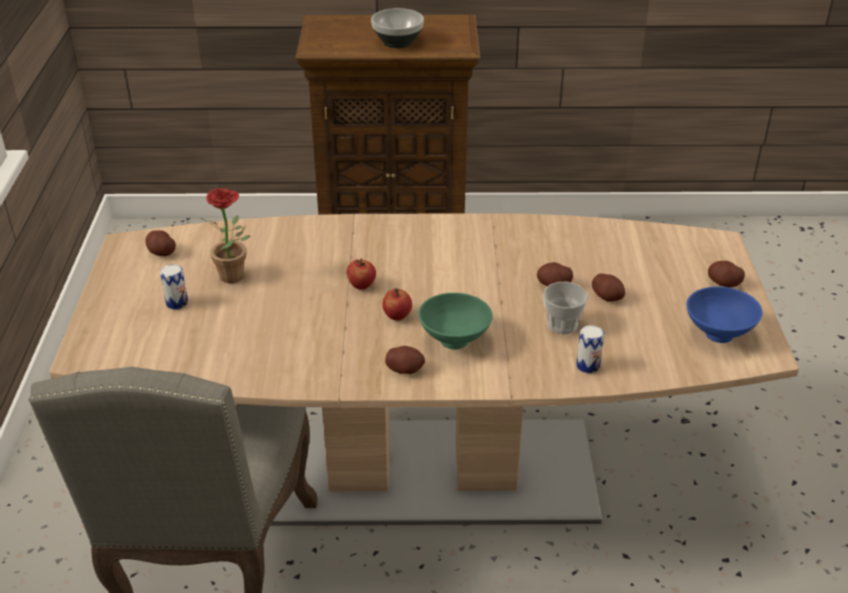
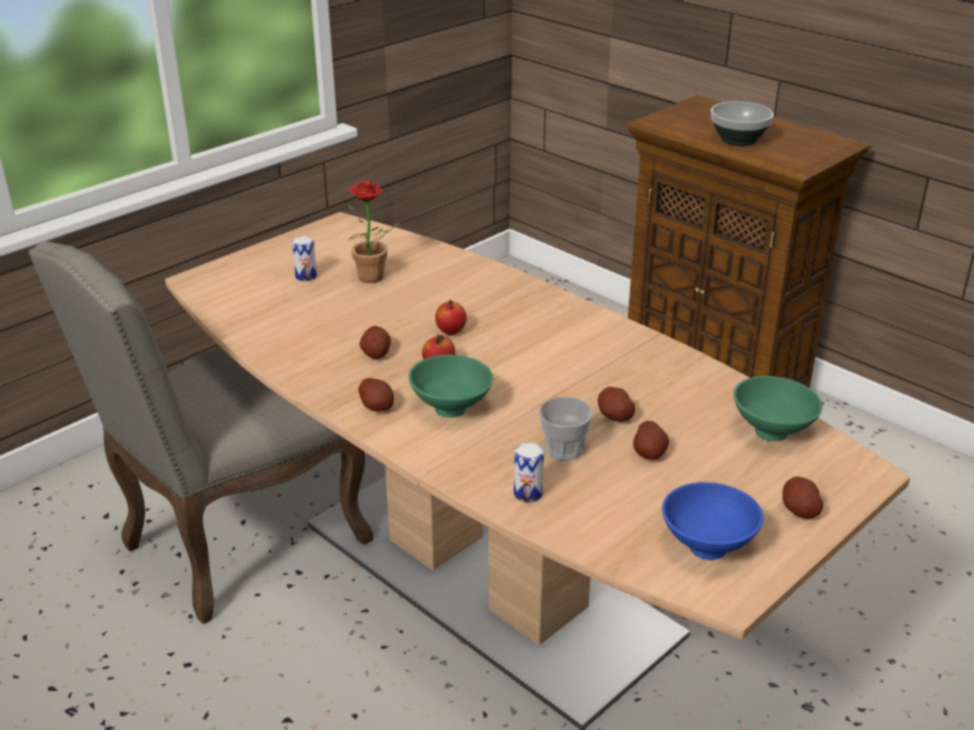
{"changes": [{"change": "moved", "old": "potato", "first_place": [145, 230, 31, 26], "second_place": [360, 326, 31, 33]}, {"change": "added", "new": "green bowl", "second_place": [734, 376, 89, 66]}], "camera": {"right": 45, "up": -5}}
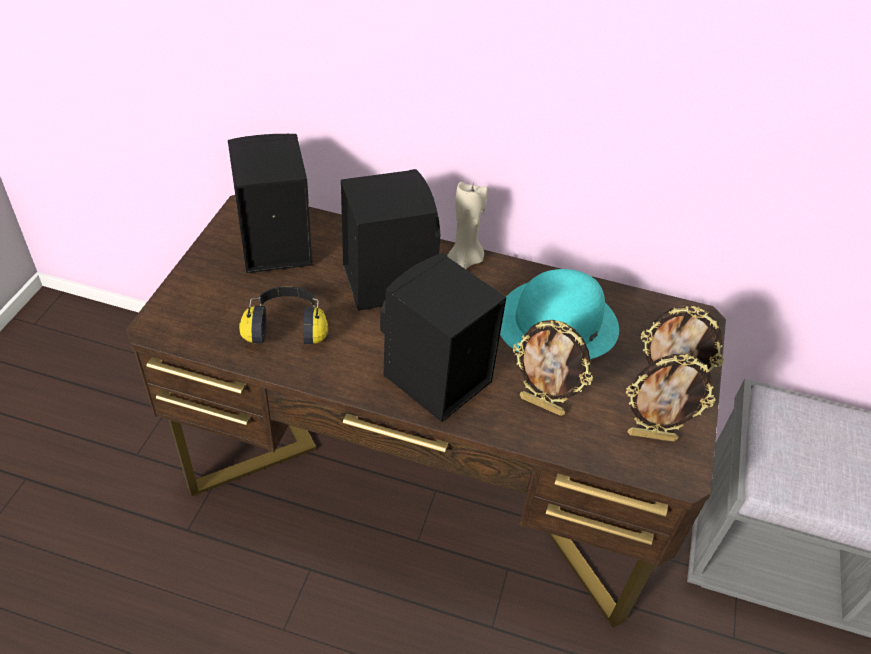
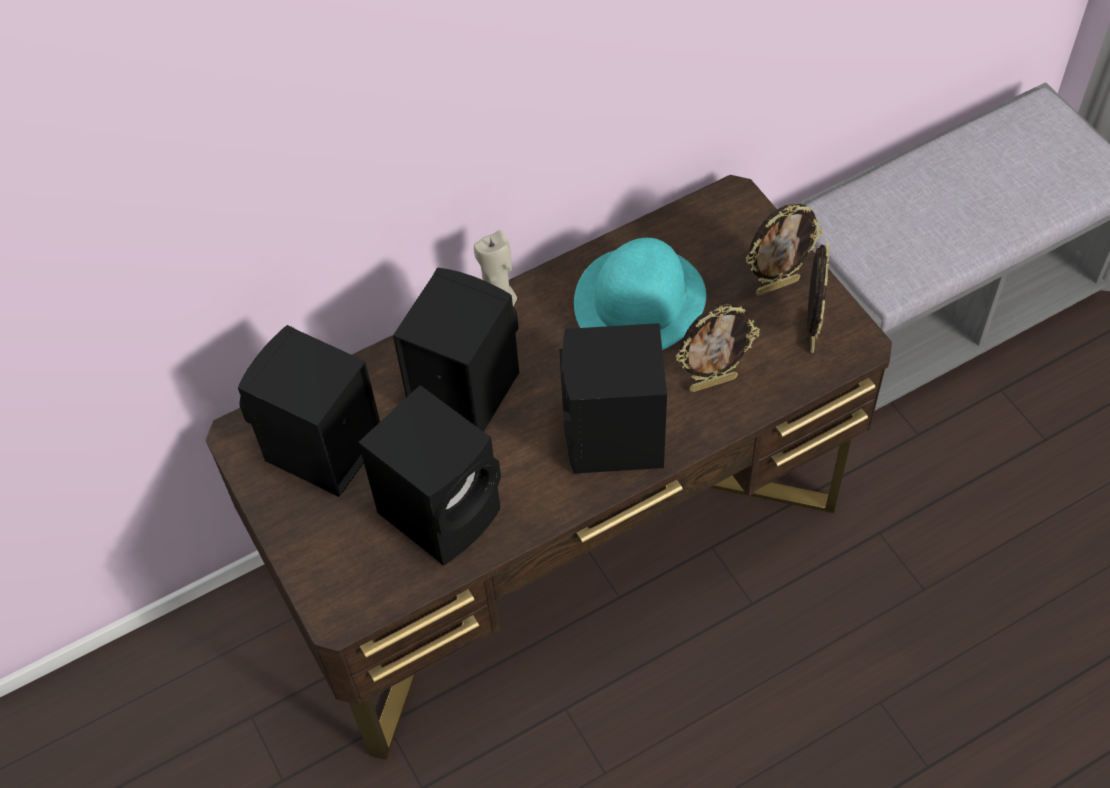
{"changes": [{"change": "replaced", "old": "headphones", "new": "black speaker", "first_place": [239, 287, 89, 57], "second_place": [358, 385, 143, 181]}, {"change": "turned", "old": "picture frame", "first_place": [626, 354, 90, 88], "second_place": [807, 243, 22, 110], "degrees": -45}], "camera": {"right": -40, "up": 10}}
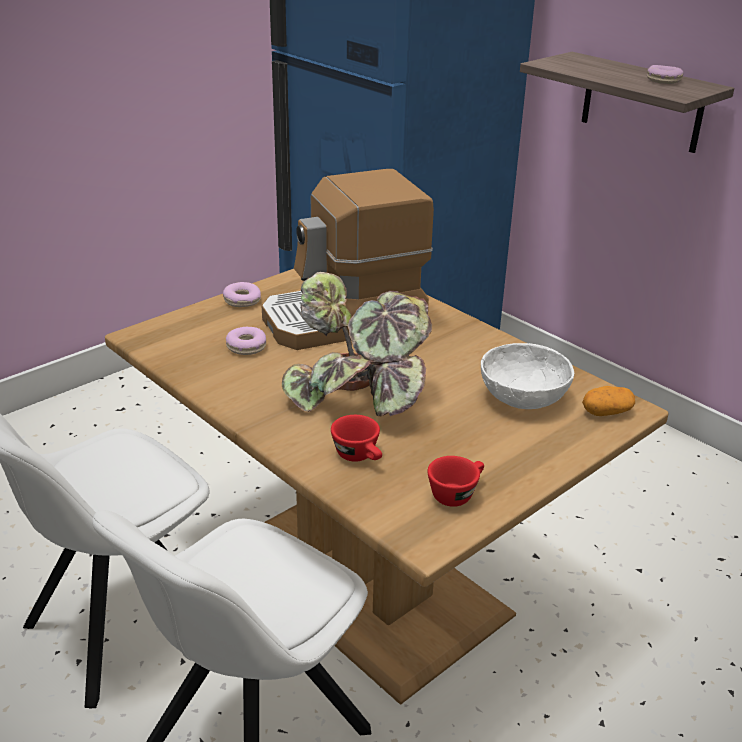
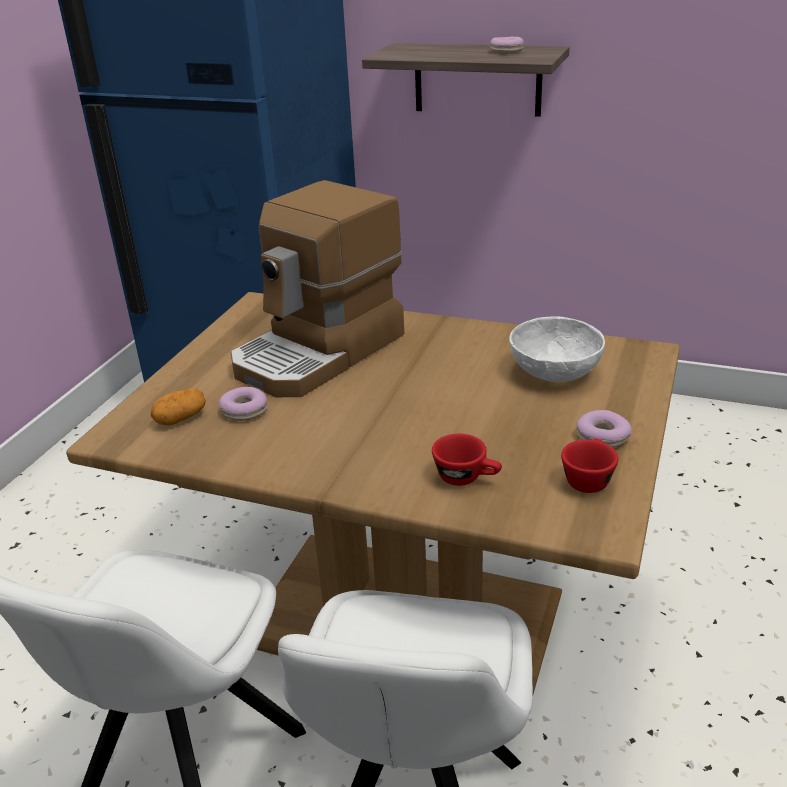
{"changes": [{"change": "moved", "old": "potato", "first_place": [582, 386, 53, 30], "second_place": [151, 388, 55, 38]}, {"change": "moved", "old": "donut", "first_place": [223, 282, 38, 25], "second_place": [577, 410, 55, 38]}, {"change": "removed", "old": "potted plant", "first_place": [282, 272, 150, 144]}], "camera": {"right": -25, "up": 0}}
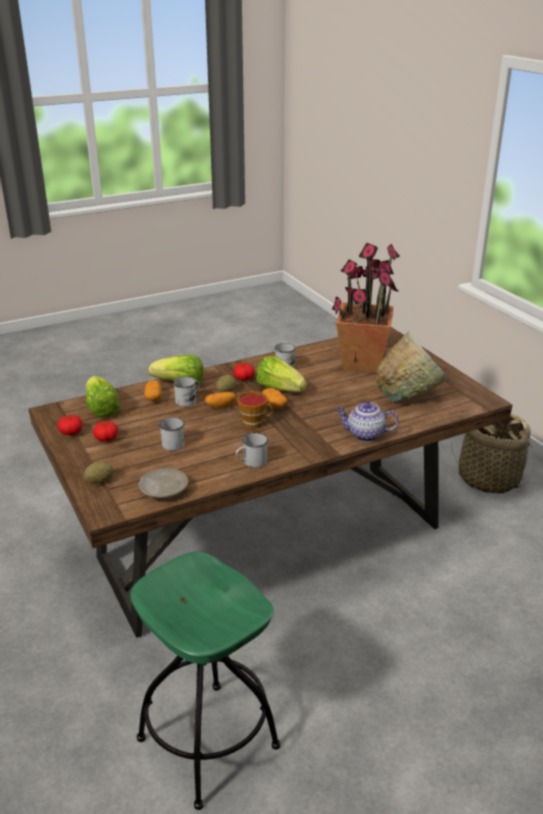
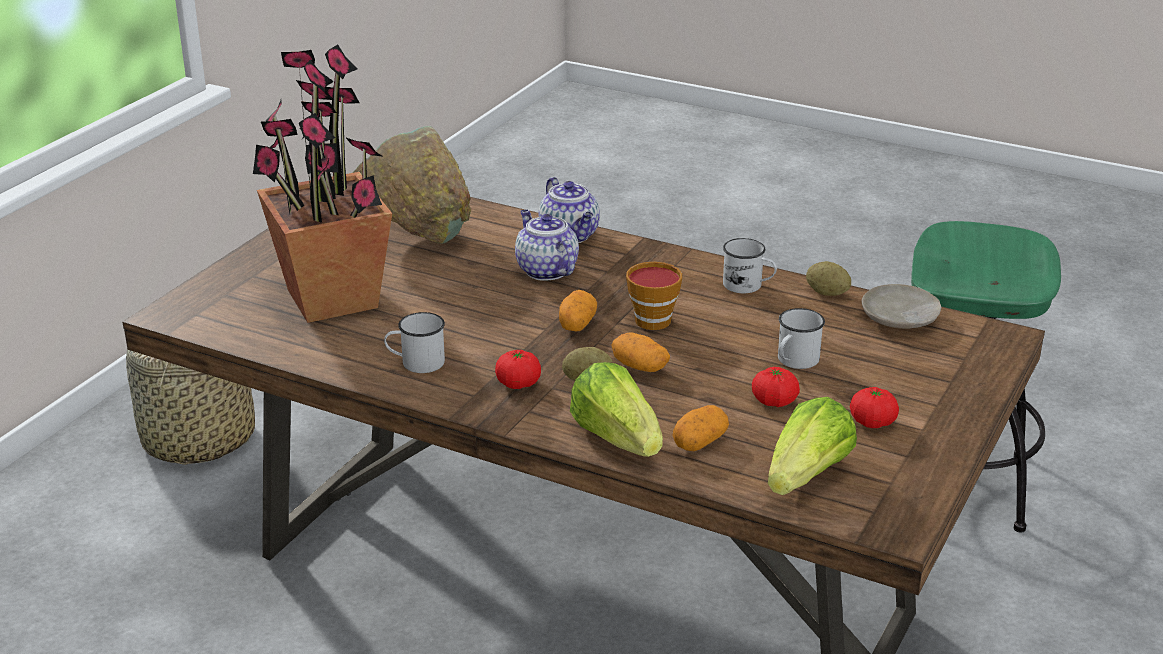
{"changes": [{"change": "added", "new": "teapot", "second_place": [515, 210, 64, 71]}, {"change": "moved", "old": "tomato", "first_place": [58, 415, 24, 20], "second_place": [752, 367, 48, 40]}, {"change": "moved", "old": "potato", "first_place": [84, 461, 30, 22], "second_place": [806, 261, 45, 35]}, {"change": "removed", "old": "white mug", "first_place": [173, 376, 27, 31]}, {"change": "removed", "old": "lettuce", "first_place": [256, 356, 51, 36]}], "camera": {"right": -125, "up": 0}}
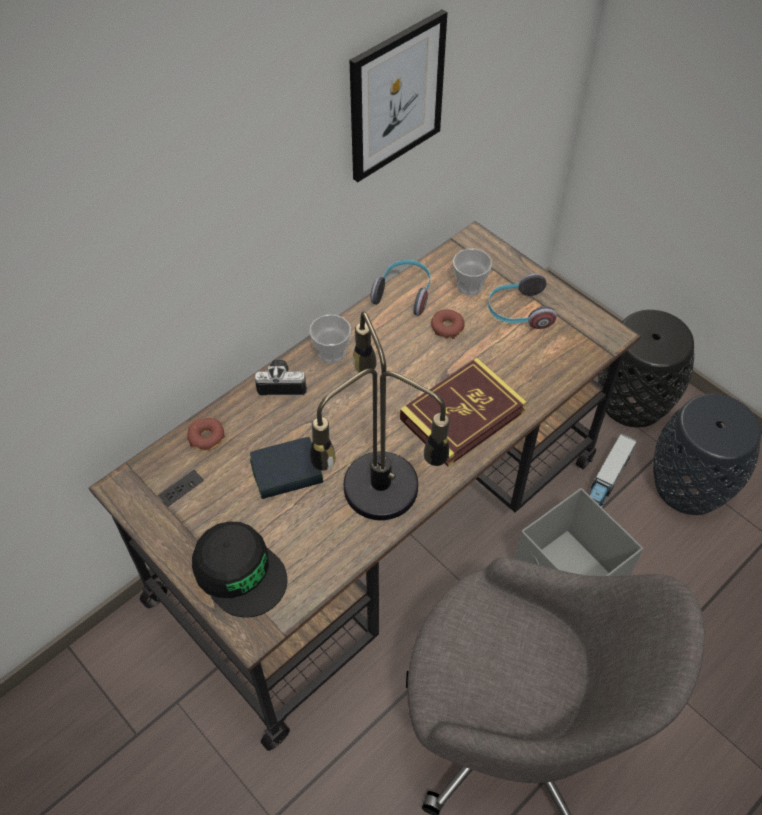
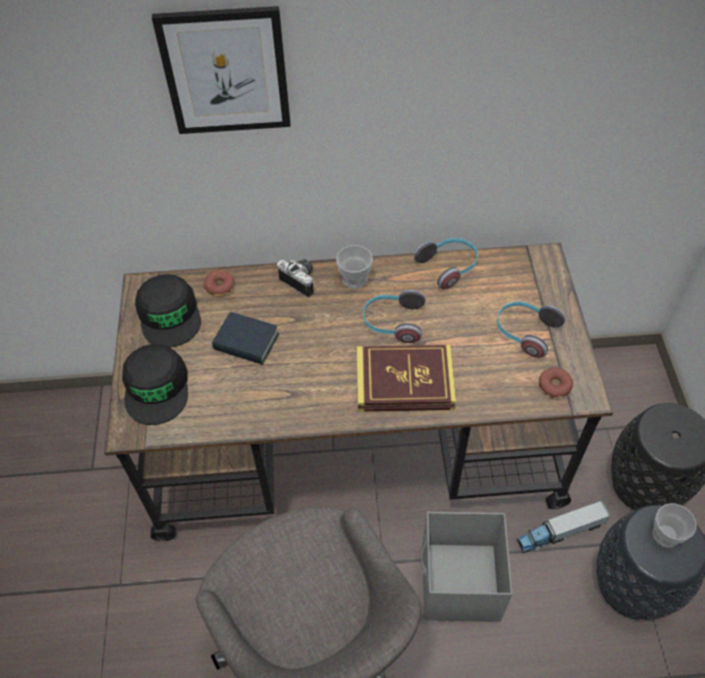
{"changes": [{"change": "added", "new": "black cap", "second_place": [135, 274, 66, 73]}, {"change": "moved", "old": "picture", "first_place": [349, 9, 98, 173], "second_place": [152, 6, 139, 128]}, {"change": "added", "new": "headphones", "second_place": [363, 290, 62, 53]}, {"change": "moved", "old": "donut", "first_place": [431, 309, 34, 30], "second_place": [539, 367, 34, 32]}, {"change": "moved", "old": "cup", "first_place": [453, 248, 39, 48], "second_place": [653, 503, 43, 45]}, {"change": "removed", "old": "table lamp", "first_place": [310, 311, 140, 209]}], "camera": {"right": 40, "up": 0}}
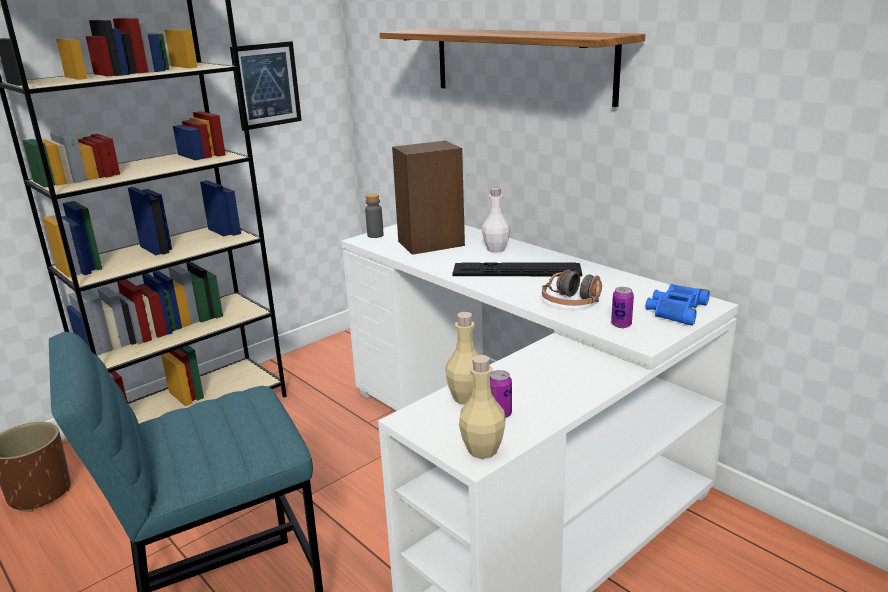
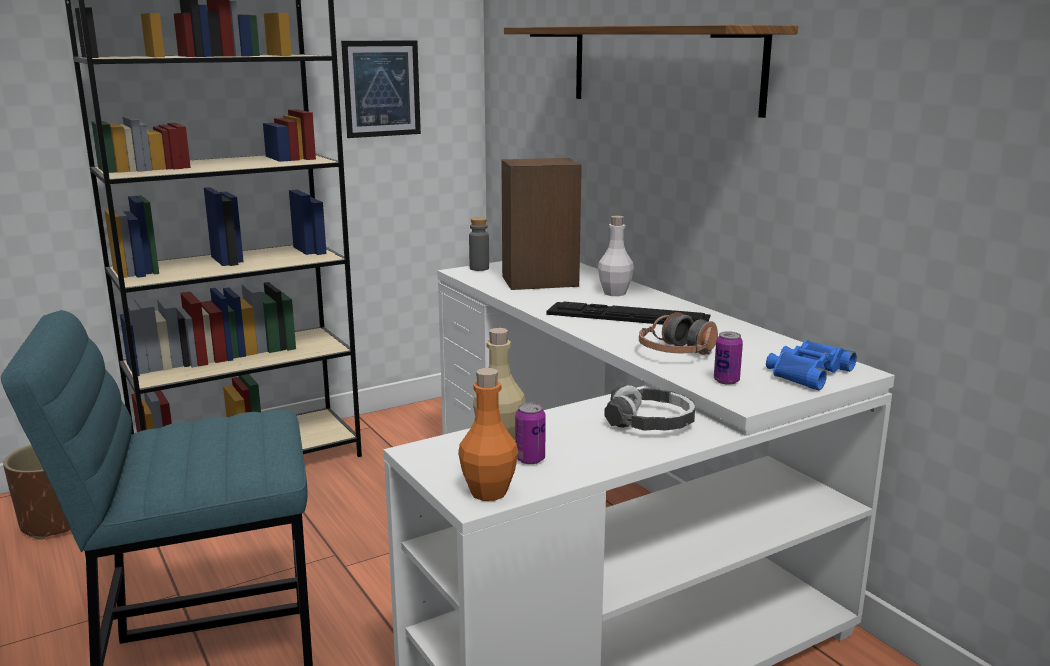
{"changes": [{"change": "recoloured", "old": "beige bottle", "new": "orange bottle", "first_place": [459, 355, 46, 104], "second_place": [458, 368, 60, 133]}, {"change": "added", "new": "headphones", "second_place": [605, 385, 90, 46]}], "camera": {"right": 10, "up": -5}}
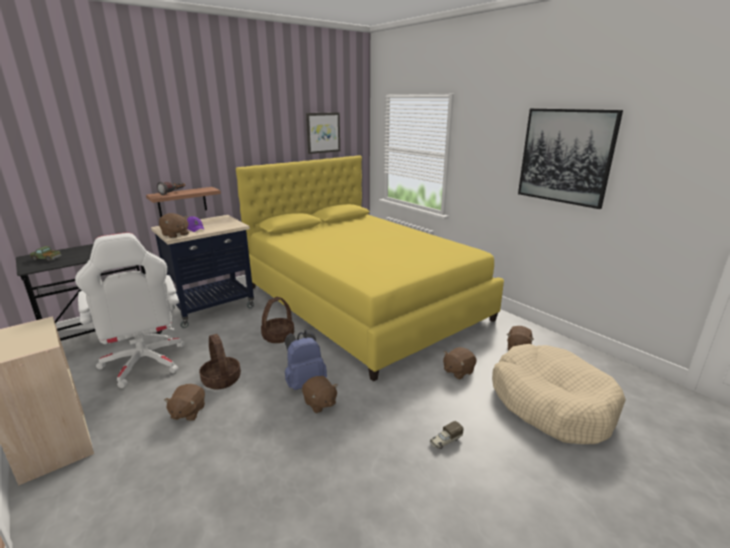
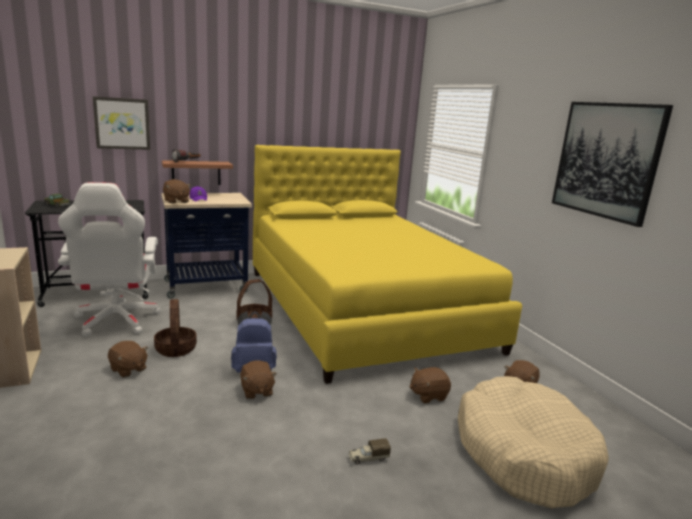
{"changes": [{"change": "moved", "old": "picture", "first_place": [306, 112, 34, 42], "second_place": [93, 96, 57, 54]}, {"change": "turned", "old": "brown plush toy", "first_place": [164, 384, 41, 37], "second_place": [108, 341, 40, 37], "degrees": -75}], "camera": {"right": 15, "up": -5}}
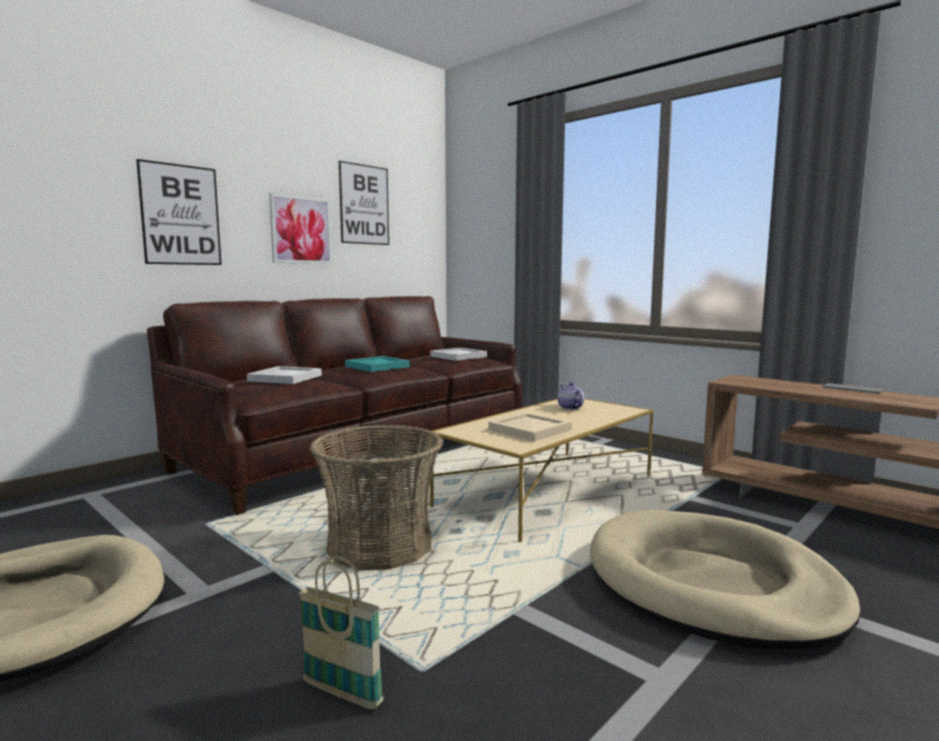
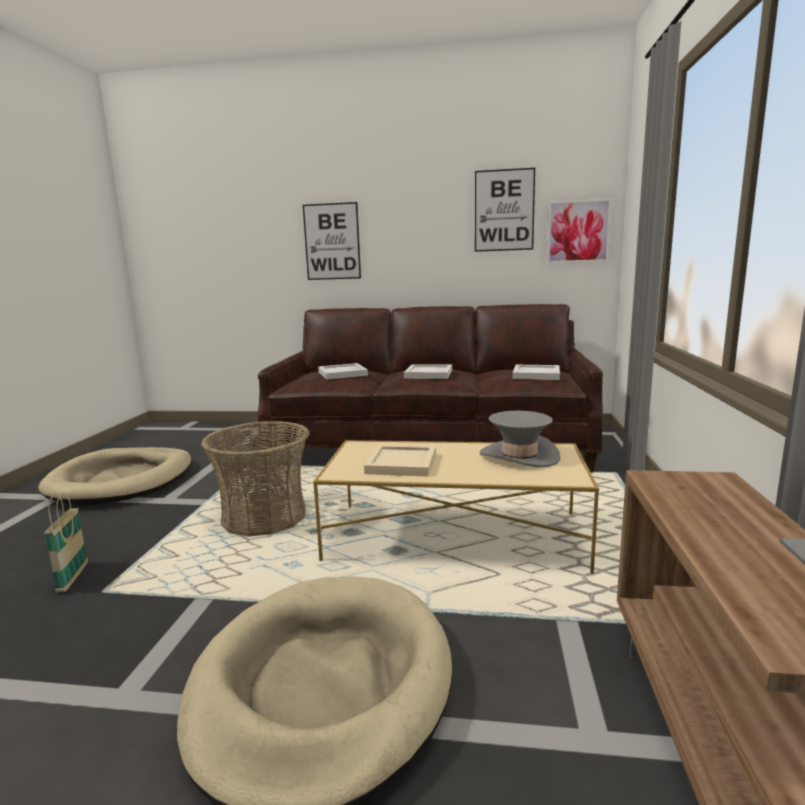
{"changes": [{"change": "recoloured", "old": "turquoise tray", "new": "white tray", "first_place": [345, 356, 65, 16], "second_place": [404, 364, 48, 15]}, {"change": "replaced", "old": "teapot", "new": "grey hat", "first_place": [557, 382, 27, 28], "second_place": [480, 411, 80, 57]}, {"change": "moved", "old": "picture", "first_place": [269, 193, 63, 71], "second_place": [546, 198, 66, 66]}], "camera": {"right": 55, "up": 5}}
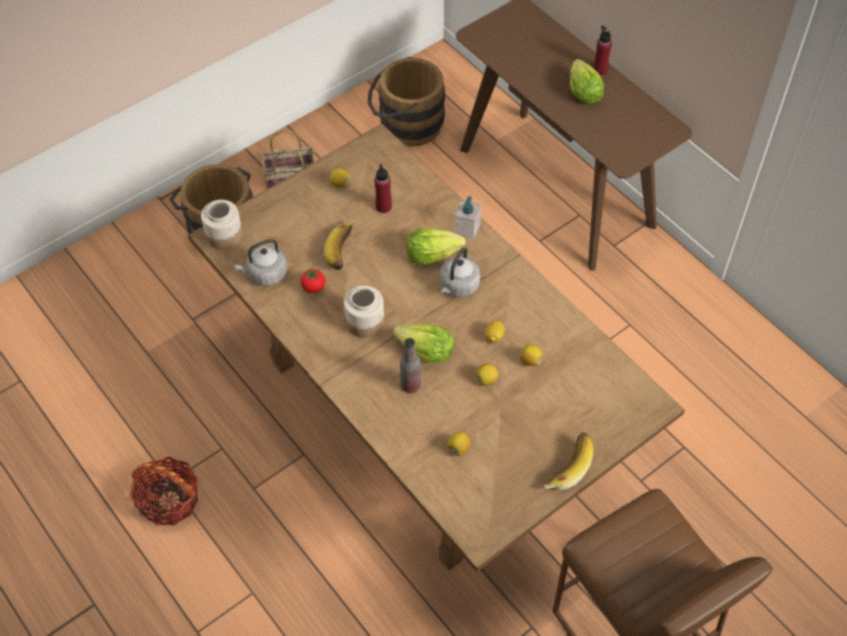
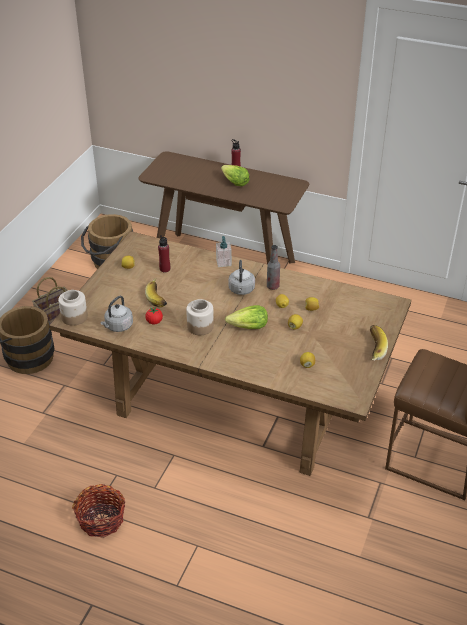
{"changes": [{"change": "moved", "old": "bottle", "first_place": [400, 338, 21, 55], "second_place": [267, 245, 13, 45]}, {"change": "removed", "old": "lettuce", "first_place": [406, 228, 60, 37]}], "camera": {"right": -30, "up": -15}}
